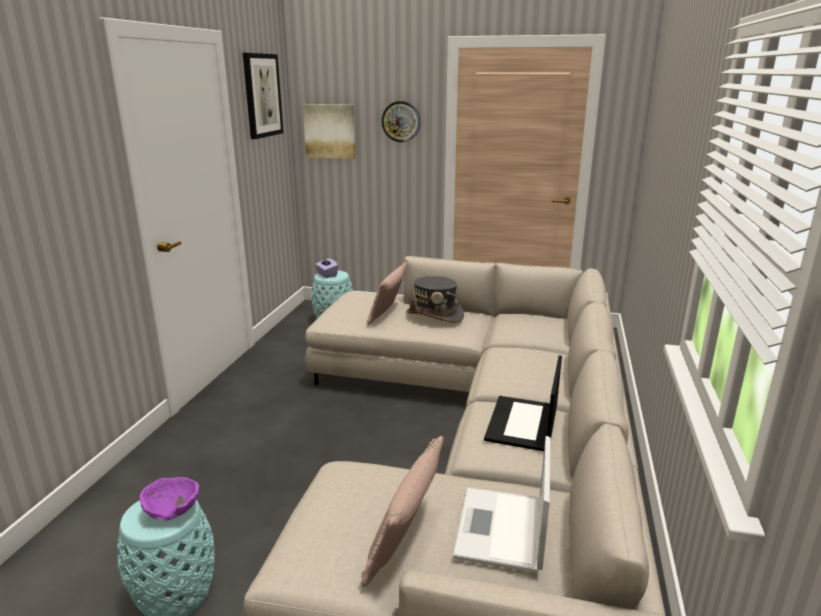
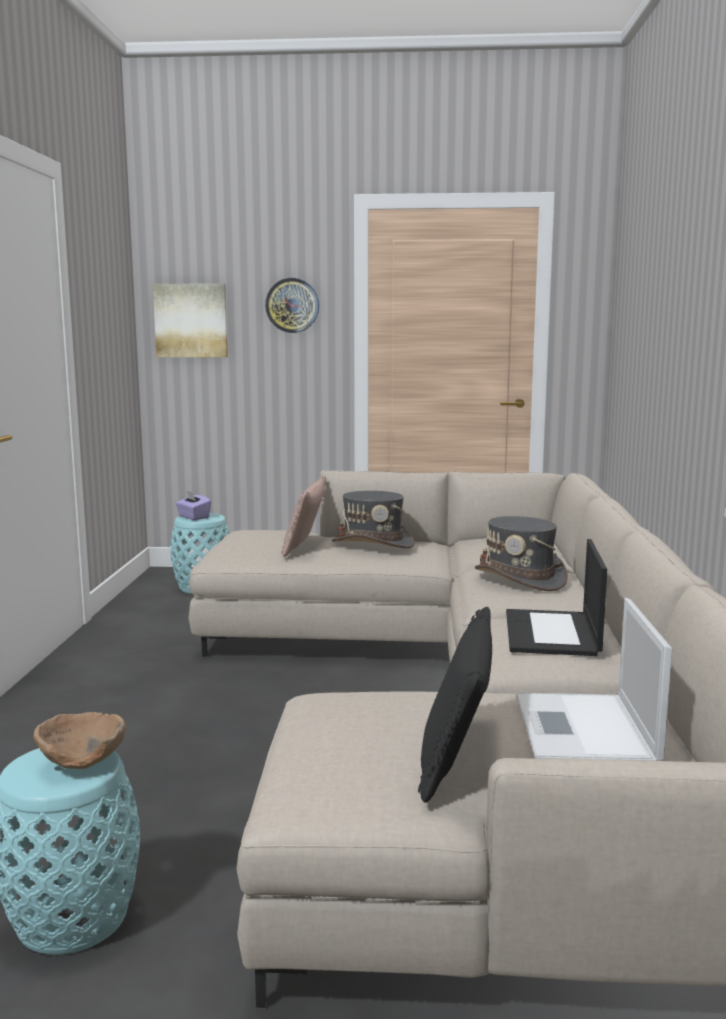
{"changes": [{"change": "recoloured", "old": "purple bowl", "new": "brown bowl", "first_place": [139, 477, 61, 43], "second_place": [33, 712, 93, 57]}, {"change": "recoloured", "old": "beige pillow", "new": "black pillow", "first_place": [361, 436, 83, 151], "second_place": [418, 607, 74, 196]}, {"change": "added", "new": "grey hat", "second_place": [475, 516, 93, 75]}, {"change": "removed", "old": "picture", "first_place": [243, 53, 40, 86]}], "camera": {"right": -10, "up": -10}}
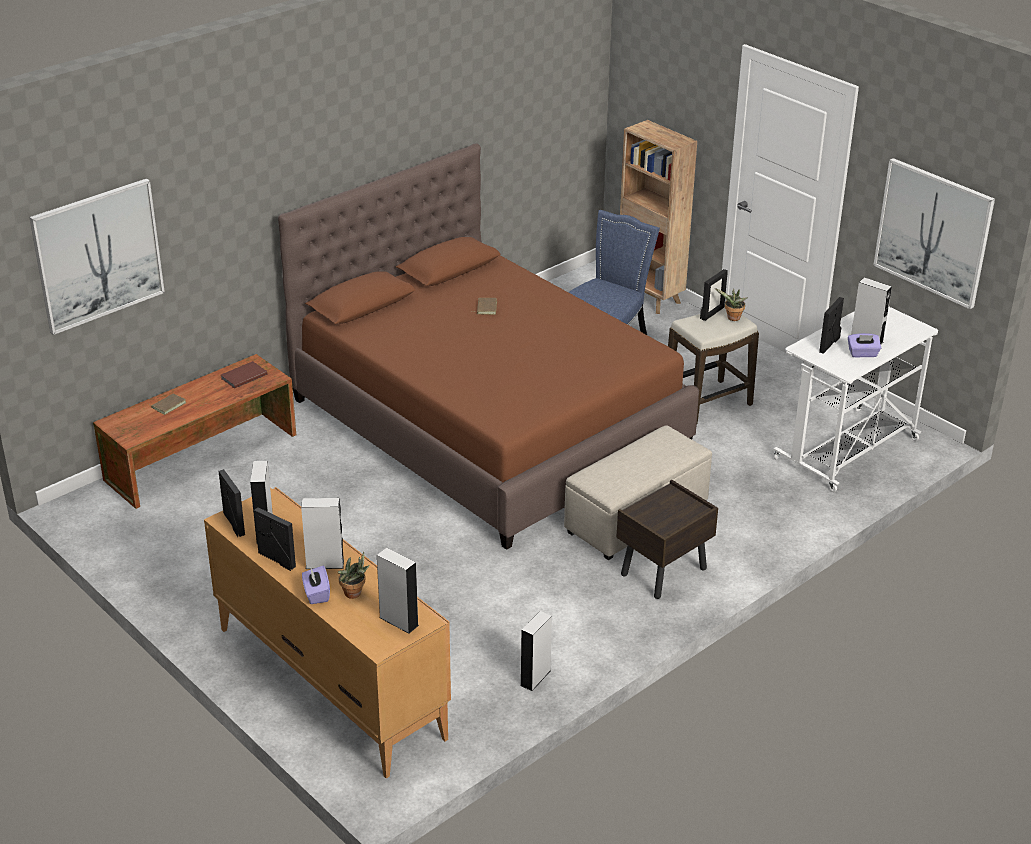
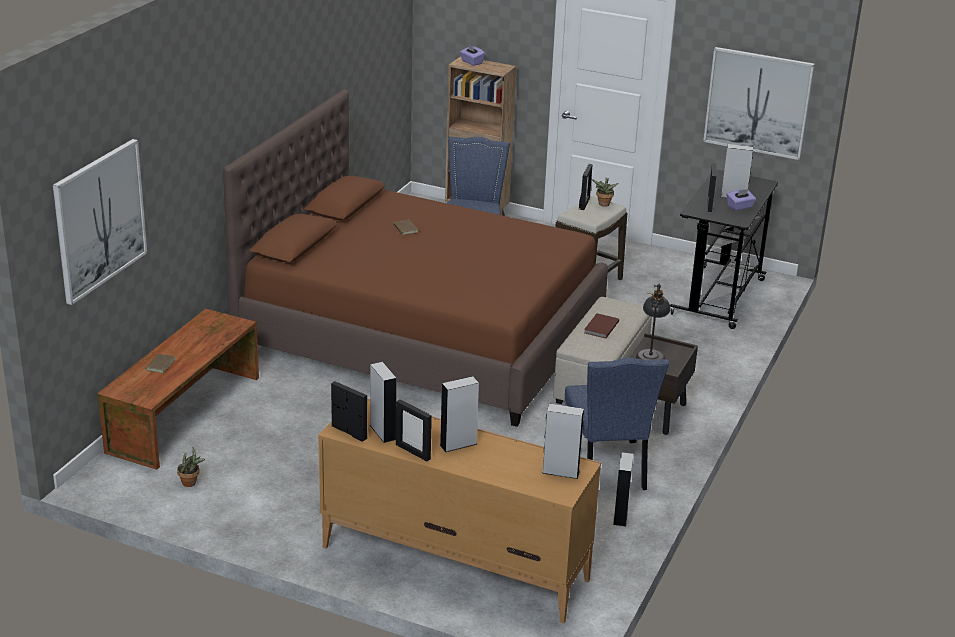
{"changes": [{"change": "moved", "old": "potted plant", "first_place": [338, 552, 32, 47], "second_place": [177, 448, 28, 39]}, {"change": "turned", "old": "picture frame", "first_place": [254, 507, 42, 64], "second_place": [396, 399, 36, 62], "degrees": -150}, {"change": "moved", "old": "purple tissue box", "first_place": [302, 566, 28, 38], "second_place": [460, 44, 25, 22]}, {"change": "added", "new": "blue chair", "second_place": [564, 358, 105, 132]}, {"change": "moved", "old": "brown book", "first_place": [221, 361, 46, 28], "second_place": [584, 313, 35, 25]}, {"change": "added", "new": "grey table lamp", "second_place": [636, 284, 35, 76]}, {"change": "recoloured", "old": "white desk", "new": "black desk", "first_place": [773, 307, 165, 185], "second_place": [670, 169, 108, 160]}], "camera": {"right": -25, "up": -5}}
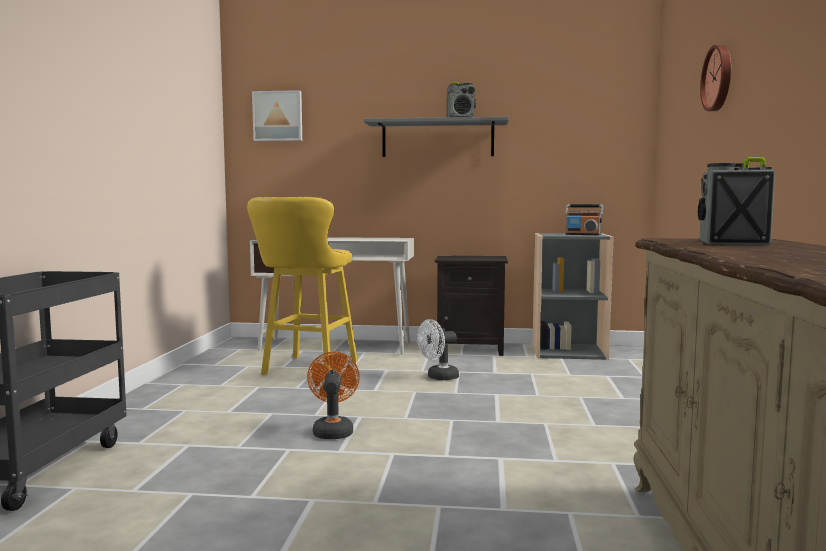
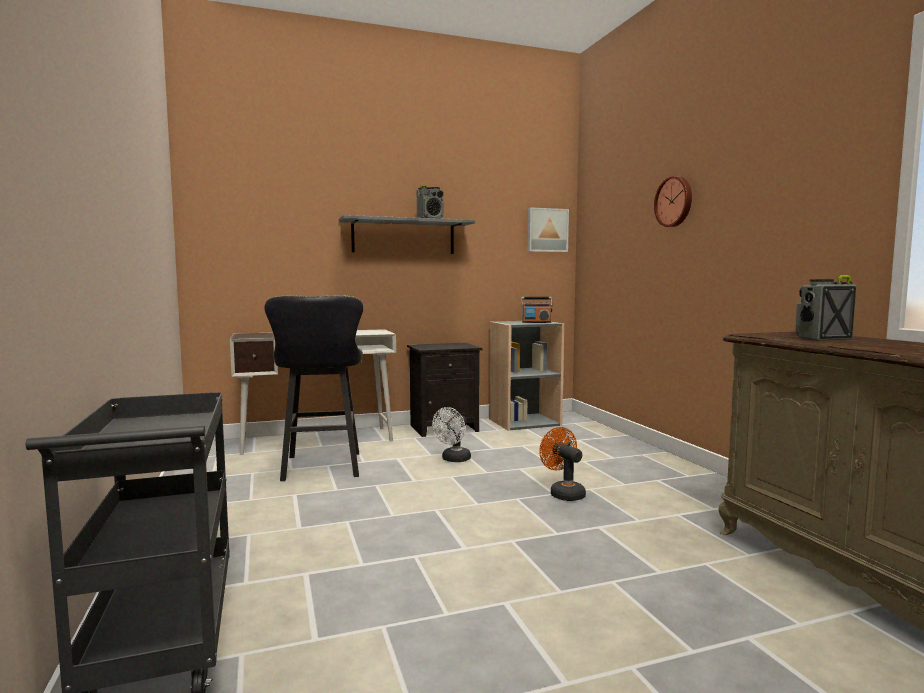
{"changes": [{"change": "recoloured", "old": "yellow stool", "new": "black stool", "first_place": [247, 196, 111, 179], "second_place": [264, 295, 99, 186]}, {"change": "moved", "old": "picture", "first_place": [252, 90, 50, 51], "second_place": [527, 207, 42, 45]}, {"change": "moved", "old": "orange fan", "first_place": [307, 352, 53, 87], "second_place": [539, 427, 47, 74]}], "camera": {"right": -25, "up": 0}}
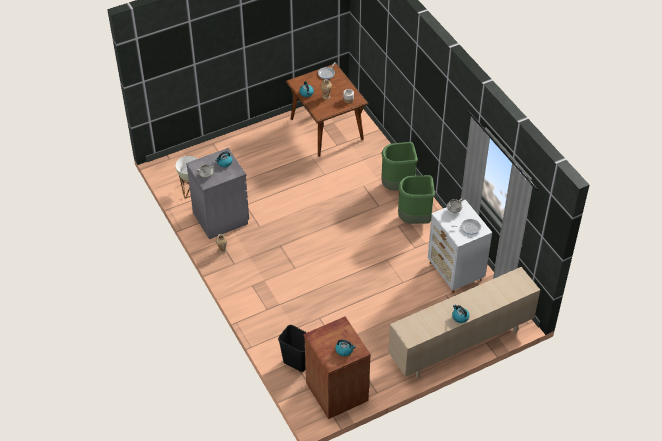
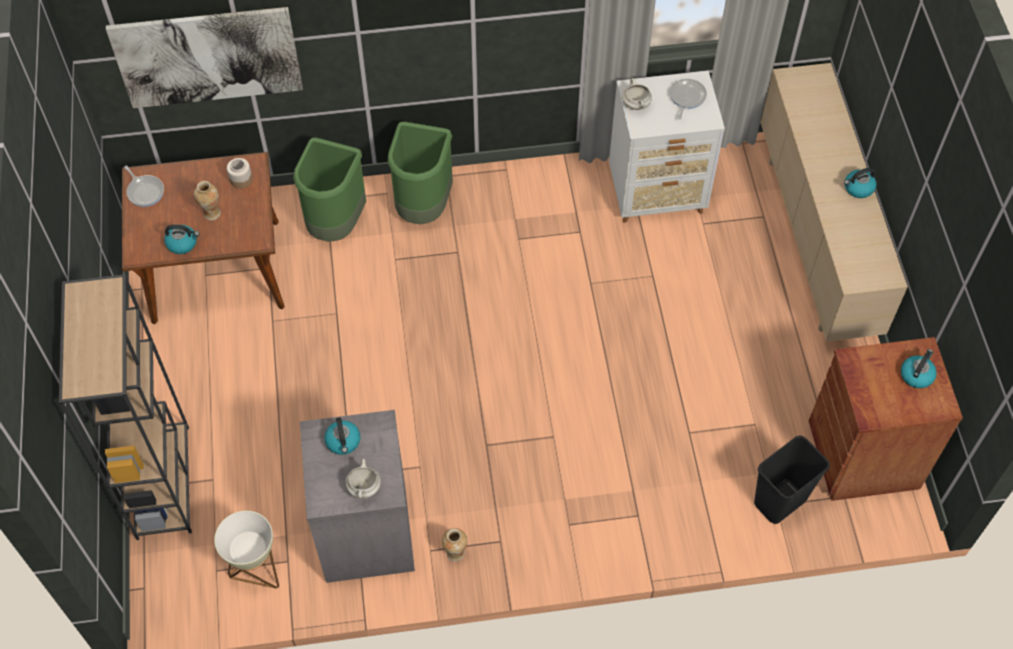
{"changes": [{"change": "added", "new": "bookcase", "second_place": [59, 274, 133, 266]}, {"change": "added", "new": "picture", "second_place": [106, 7, 197, 101]}, {"change": "moved", "old": "green trash can", "first_place": [398, 175, 37, 49], "second_place": [293, 138, 73, 104]}], "camera": {"right": -70, "up": 10}}
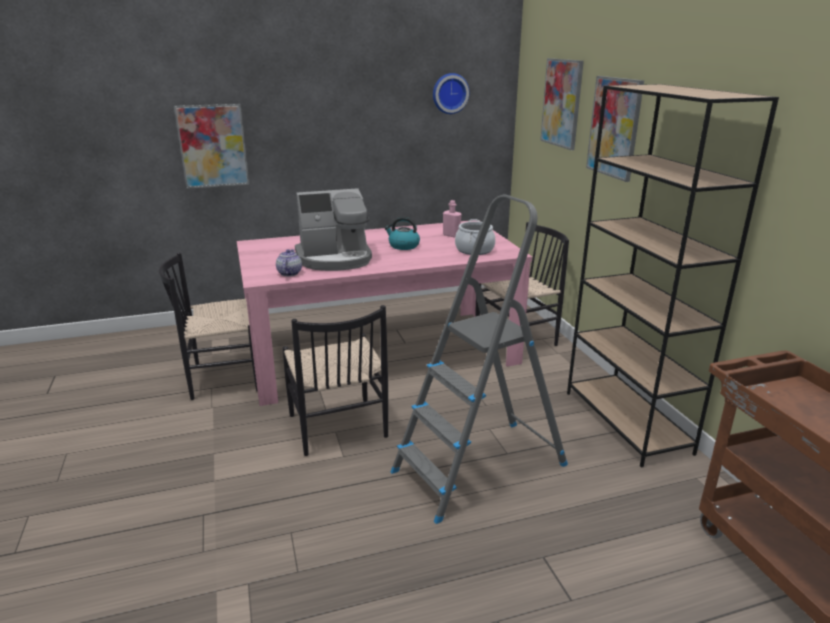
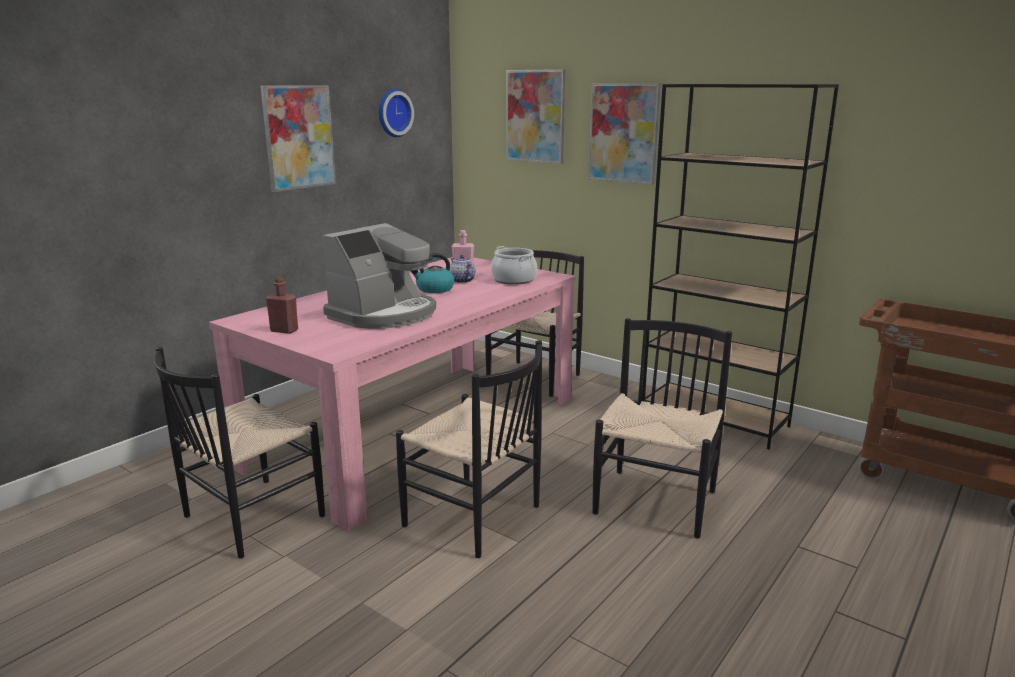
{"changes": [{"change": "moved", "old": "picture", "first_place": [174, 104, 75, 85], "second_place": [260, 85, 76, 107]}, {"change": "added", "new": "red bottle", "second_place": [266, 277, 32, 57]}, {"change": "moved", "old": "teapot", "first_place": [276, 249, 26, 27], "second_place": [449, 255, 27, 28]}, {"change": "replaced", "old": "grey step ladder", "new": "black chair", "first_place": [391, 195, 177, 329], "second_place": [592, 318, 140, 221]}], "camera": {"right": -35, "up": -5}}
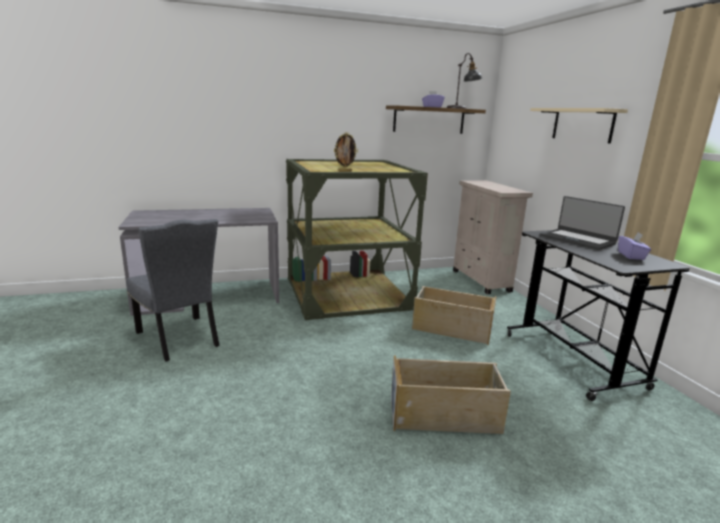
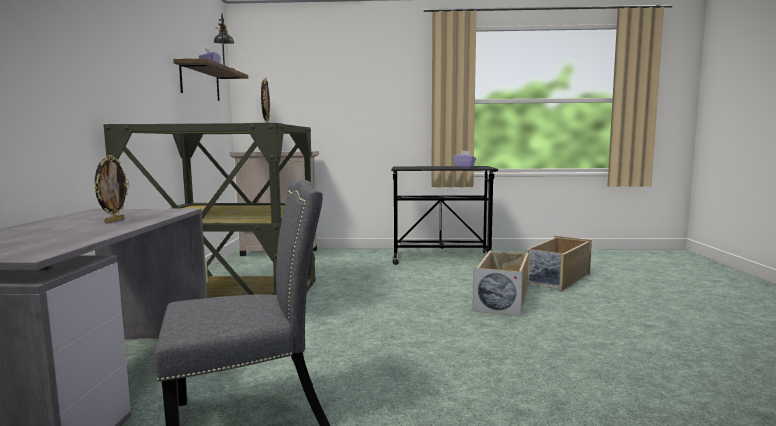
{"changes": [{"change": "added", "new": "picture frame", "second_place": [94, 155, 35, 68]}, {"change": "moved", "old": "beige storage box", "first_place": [412, 286, 85, 59], "second_place": [526, 236, 66, 55]}, {"change": "removed", "old": "beige shelf", "first_place": [530, 108, 98, 35]}, {"change": "removed", "old": "laptop", "first_place": [540, 196, 85, 54]}], "camera": {"right": -70, "up": -10}}
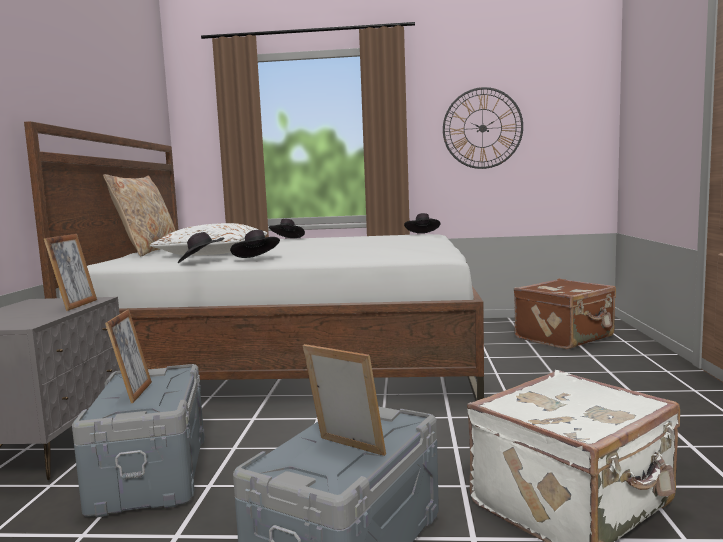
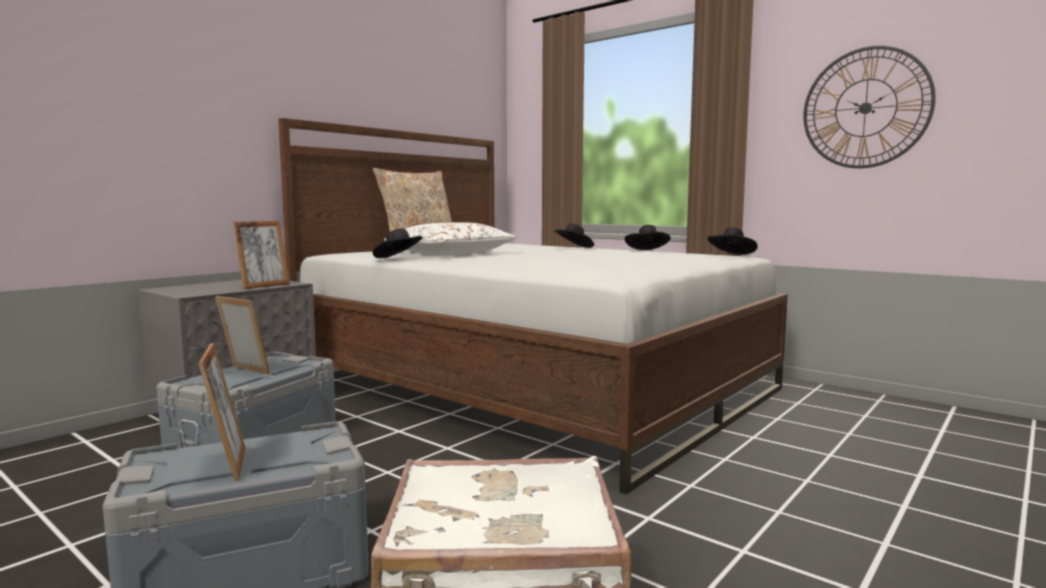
{"changes": [{"change": "turned", "old": "picture frame", "first_place": [105, 310, 47, 93], "second_place": [215, 296, 55, 78], "degrees": -90}, {"change": "moved", "old": "black hat", "first_place": [230, 230, 50, 28], "second_place": [625, 225, 46, 25]}, {"change": "removed", "old": "brown suitcase", "first_place": [514, 279, 102, 70]}], "camera": {"right": 35, "up": 0}}
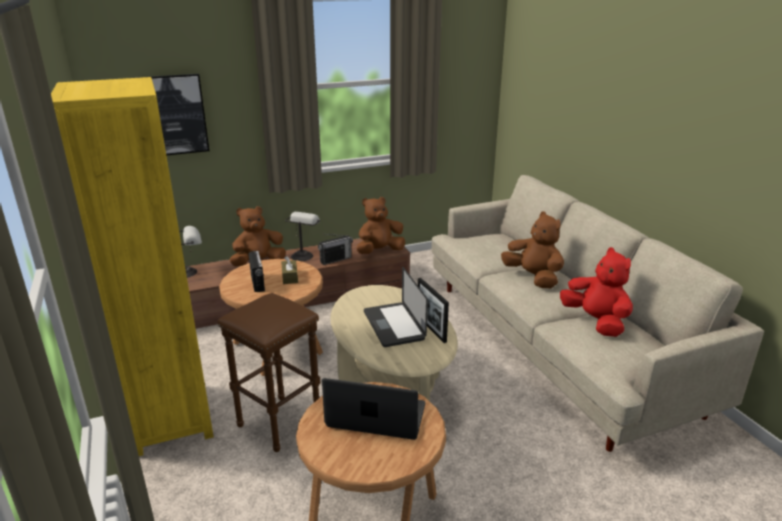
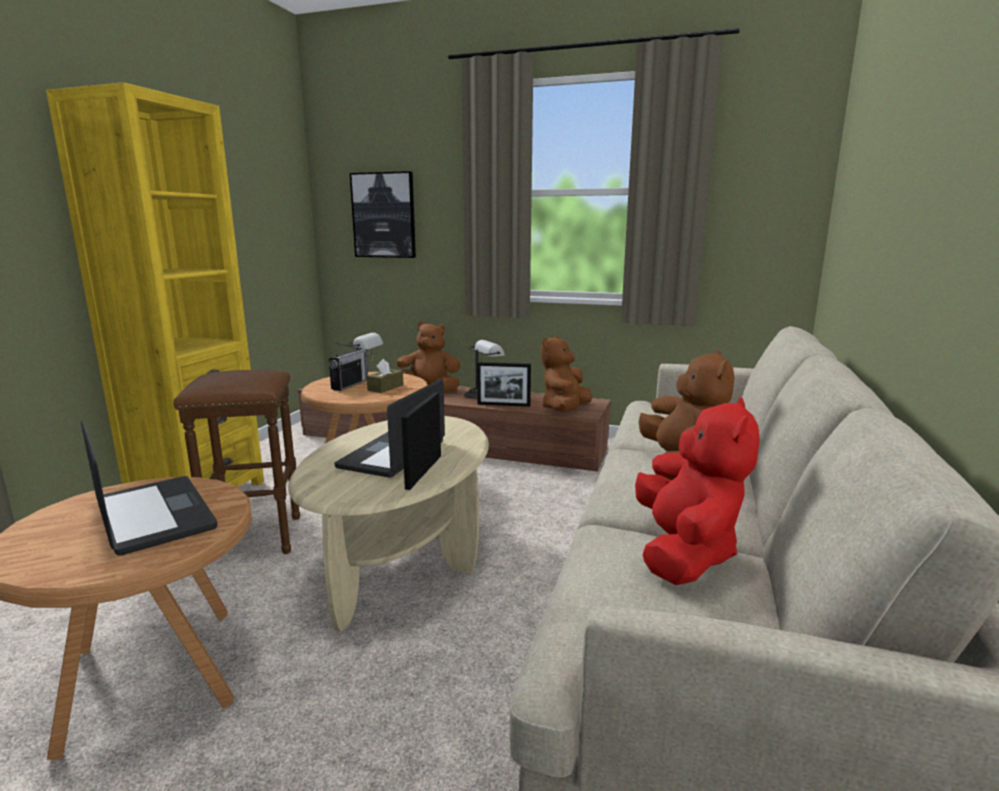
{"changes": [{"change": "replaced", "old": "radio", "new": "picture frame", "first_place": [318, 234, 35, 31], "second_place": [477, 362, 54, 45]}, {"change": "turned", "old": "brown plush toy", "first_place": [357, 197, 48, 57], "second_place": [541, 336, 51, 76], "degrees": -75}], "camera": {"right": 40, "up": -10}}
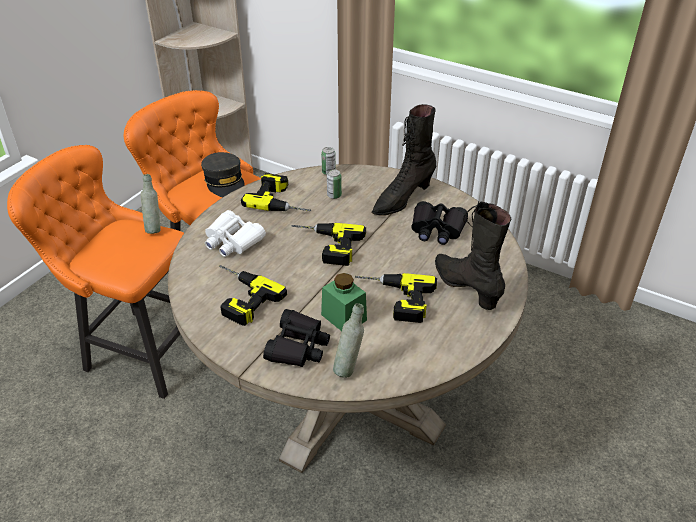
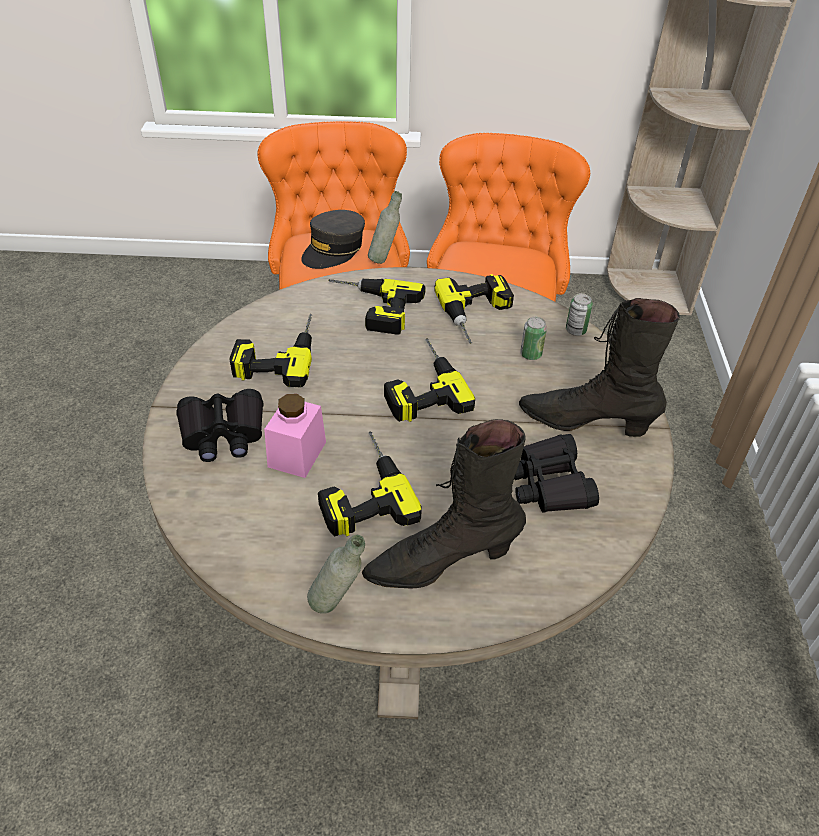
{"changes": [{"change": "recoloured", "old": "green jar", "new": "pink jar", "first_place": [321, 273, 46, 58], "second_place": [264, 394, 62, 84]}, {"change": "moved", "old": "grey cap", "first_place": [201, 152, 44, 45], "second_place": [301, 210, 64, 59]}, {"change": "moved", "old": "grey bottle", "first_place": [333, 303, 31, 75], "second_place": [307, 535, 58, 79]}, {"change": "replaced", "old": "white binoculars", "new": "power drill", "first_place": [205, 210, 61, 47], "second_place": [328, 279, 98, 55]}, {"change": "turned", "old": "black boot", "first_place": [435, 201, 76, 109], "second_place": [362, 419, 164, 170], "degrees": -135}], "camera": {"right": 60, "up": 5}}
